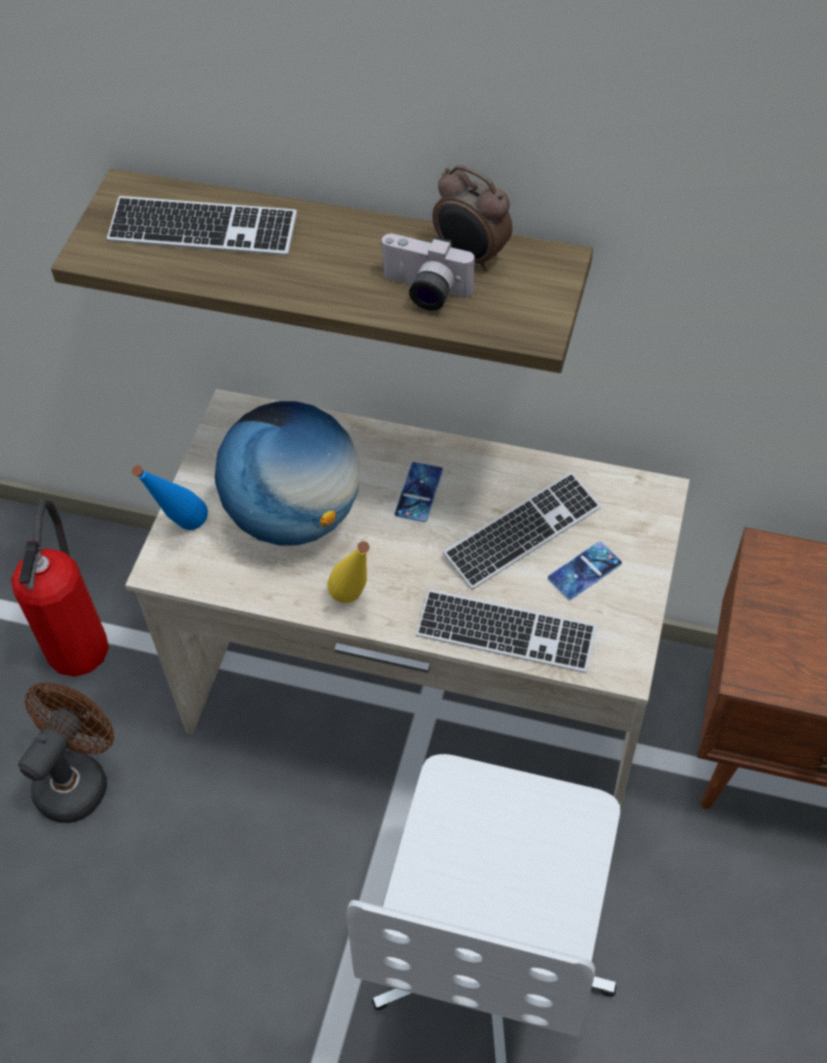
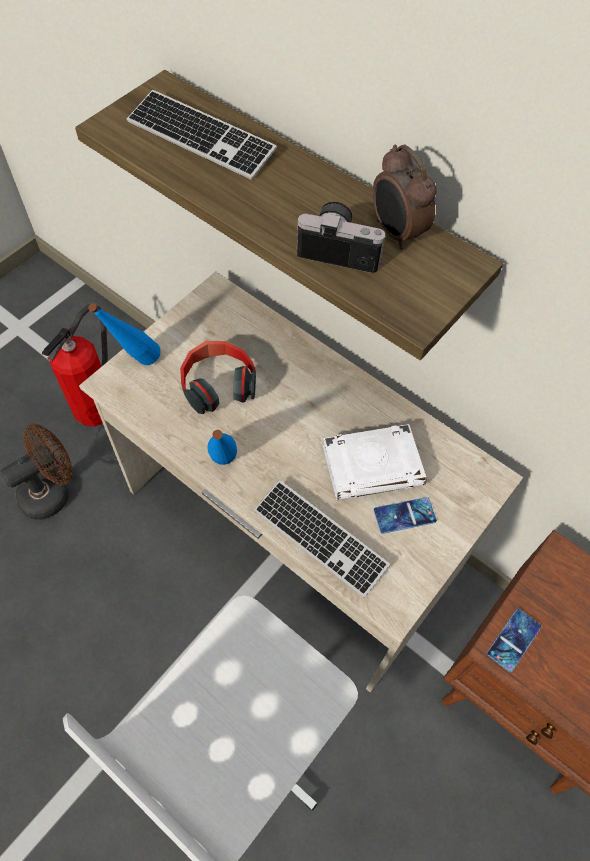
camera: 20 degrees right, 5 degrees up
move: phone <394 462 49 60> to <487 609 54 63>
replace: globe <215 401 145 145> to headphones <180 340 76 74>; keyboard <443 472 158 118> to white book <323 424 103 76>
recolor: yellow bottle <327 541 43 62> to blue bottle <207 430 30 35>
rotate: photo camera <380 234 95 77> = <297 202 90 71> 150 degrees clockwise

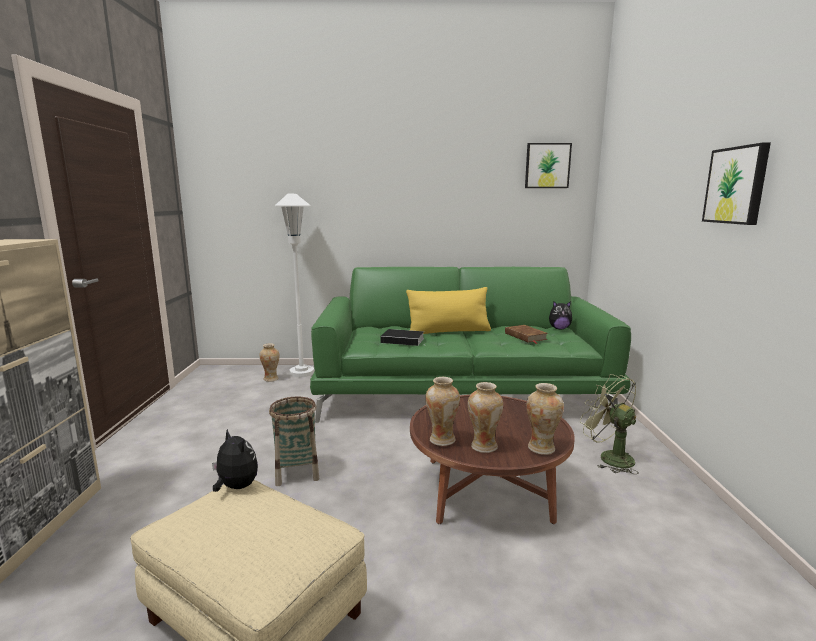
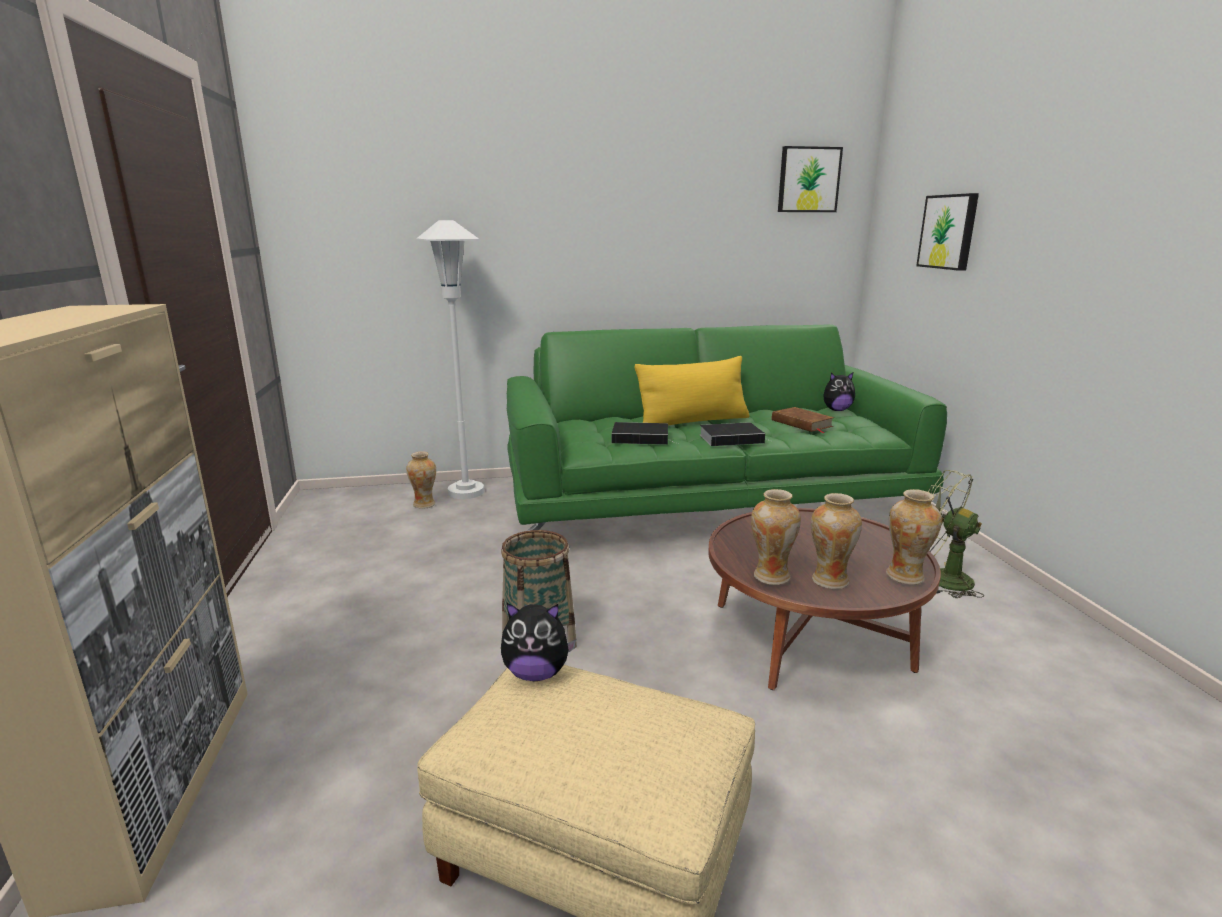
camera: 10 degrees left, 5 degrees up
insert: book <700 422 71 24>
move: picture <702 143 69 82> to <916 193 63 78>
rotate: plush toy <212 429 46 63> = <501 603 75 78> 150 degrees clockwise

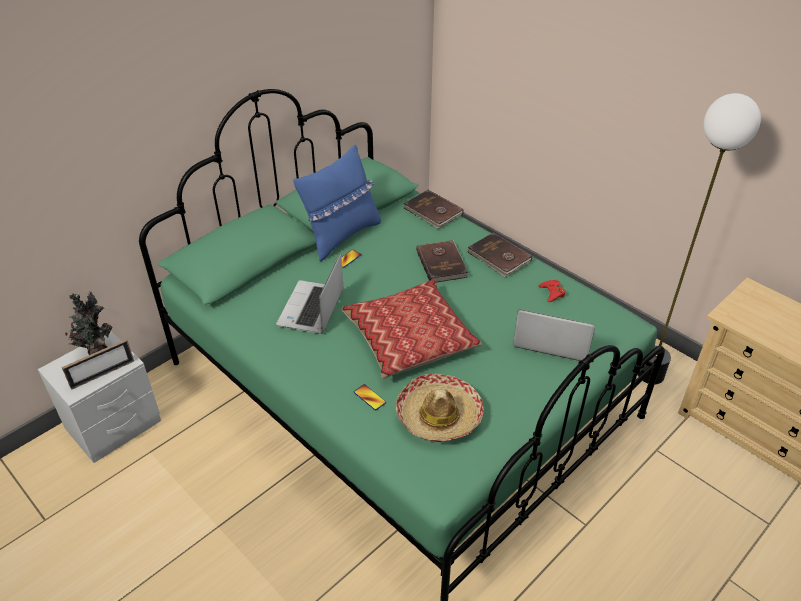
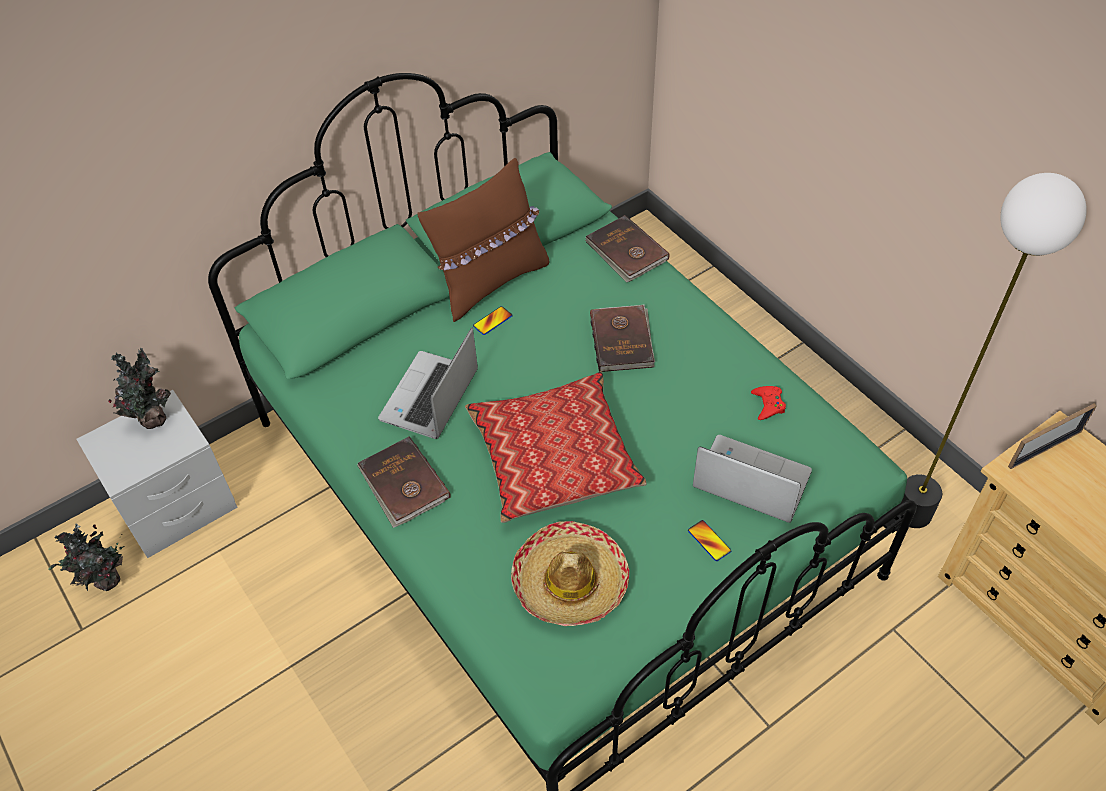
camera: 10 degrees right, 10 degrees up
insert: potted plant <48 524 76 67>
move: picture frame <62 339 72 51> to <1008 403 89 66>; phone <354 384 32 26> to <688 520 43 41>; brown book <467 232 65 45> to <357 436 94 92>
recolor: blue pillow <293 145 88 117> to brown pillow <417 158 132 164>

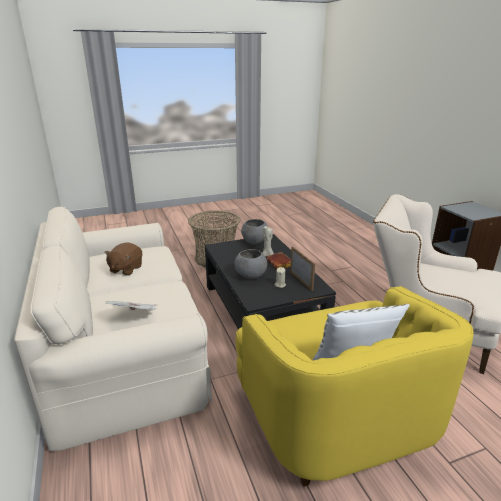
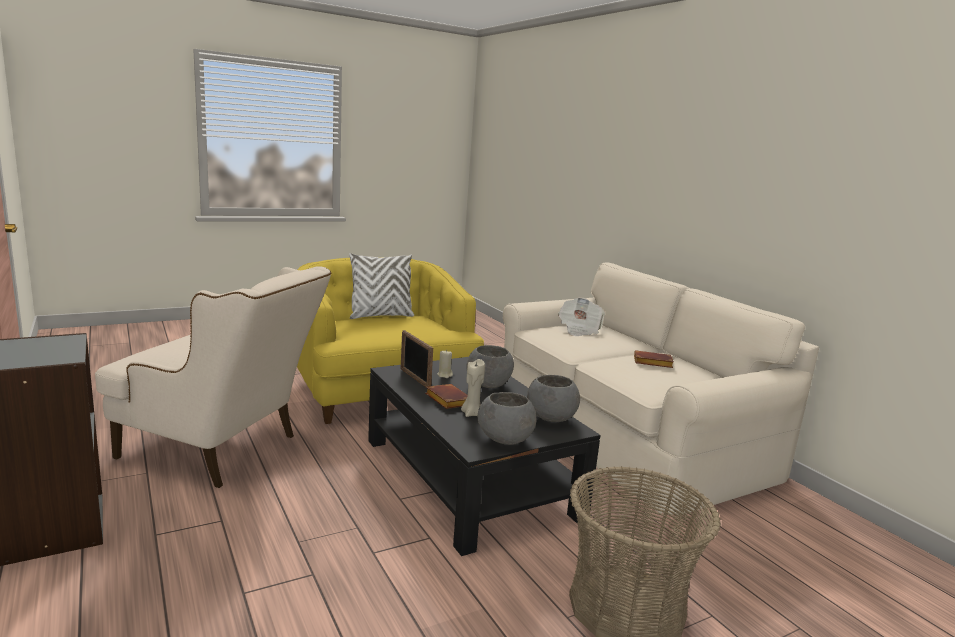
camera: 170 degrees right, 10 degrees down
insert: grey bowl <527 375 53 47>
replace: brown plush toy <104 242 38 34> to brown book <634 350 40 18>

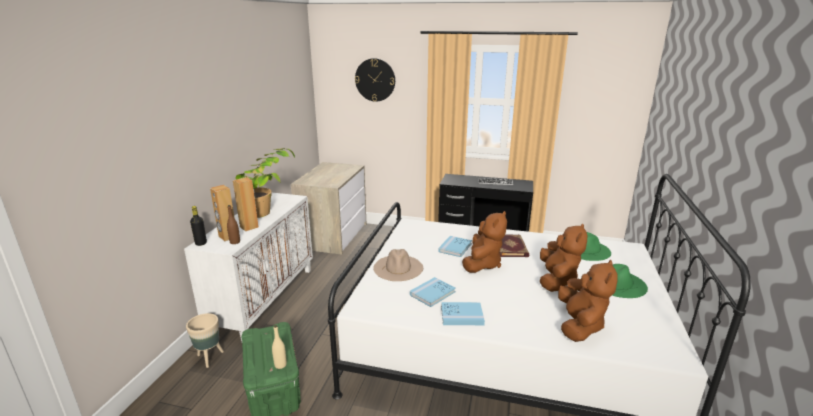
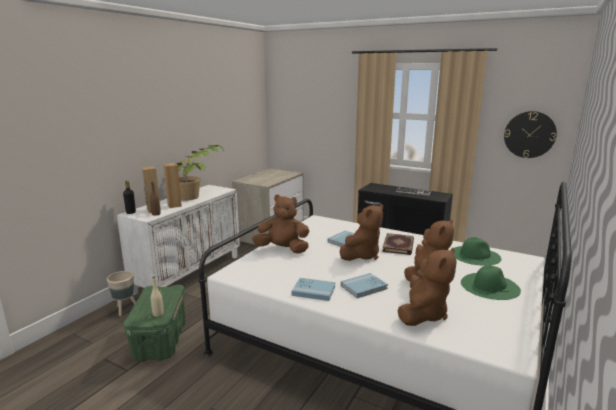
camera: 15 degrees right, 5 degrees down
move: wall clock <355 58 40 44> to <504 111 53 47>; blue book <410 277 46 30> to <341 273 47 25>
replace: beige hat <373 249 50 32> to brown plush toy <252 194 57 60>

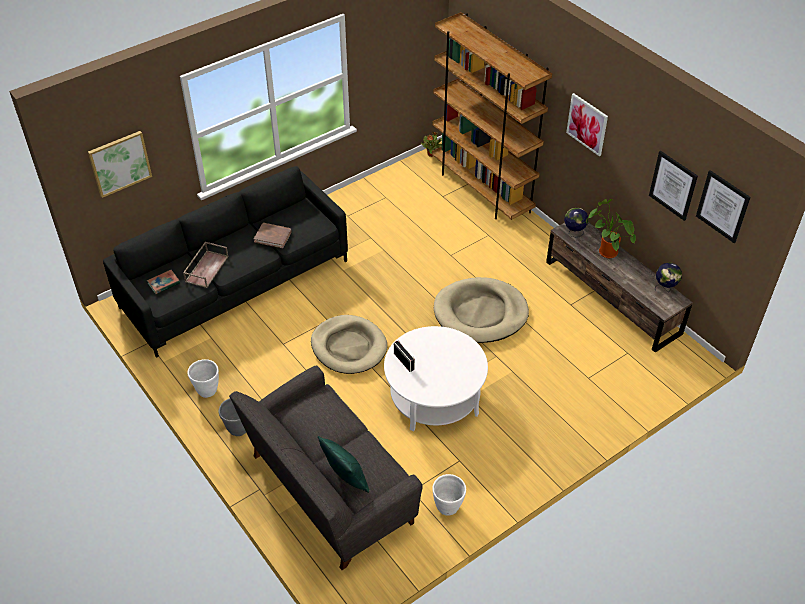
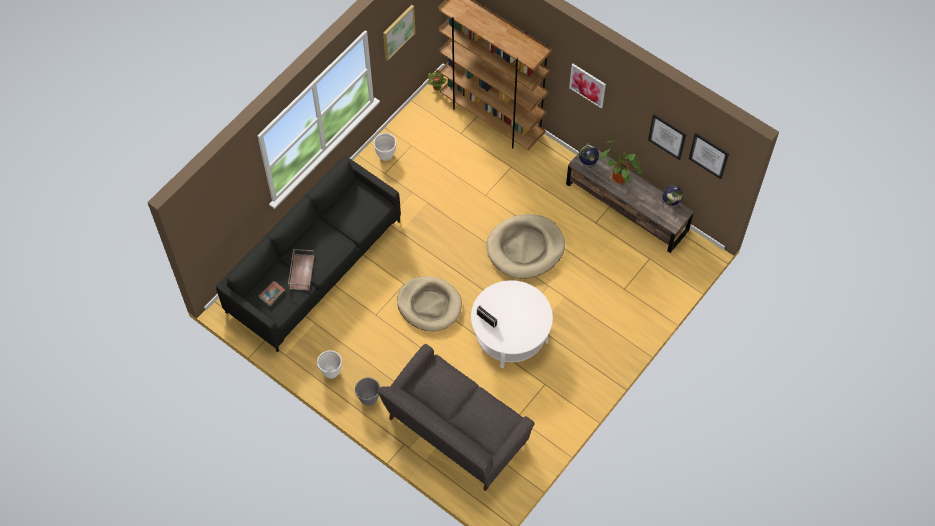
camera: 15 degrees left, 15 degrees up
delete: brown book <254 223 38 25>; green pillow <318 436 51 57>
move: picture <88 131 64 67> to <383 5 33 56>; white planter <432 474 34 41> to <374 133 23 28>

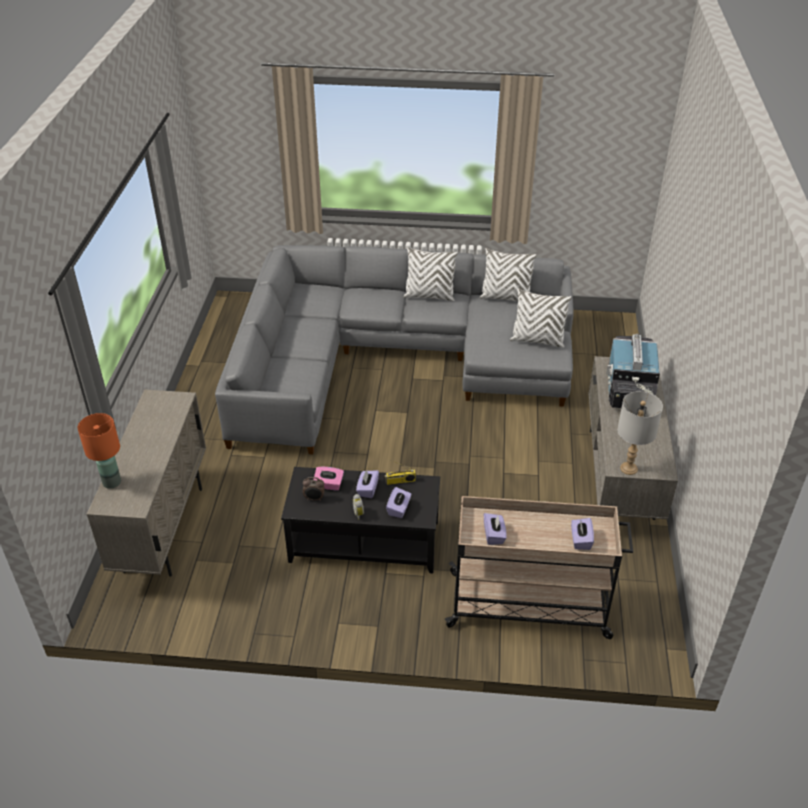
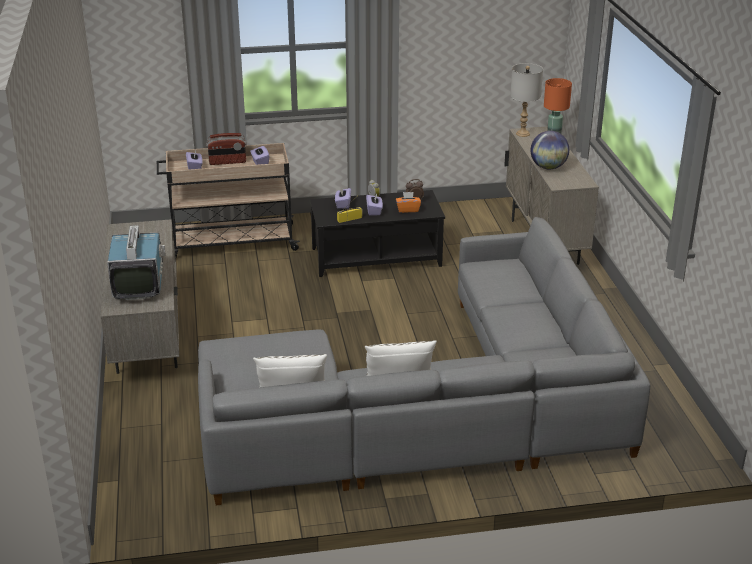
camera: 165 degrees right, 10 degrees down
delete: white pillow <510 289 61 59>
insert: radio <206 133 41 32>; globe <530 131 39 38>
move: grey table lamp <617 391 46 84> to <510 63 33 74>
recolor: pink tissue box <313 467 31 24> to orange tissue box <396 192 25 21>

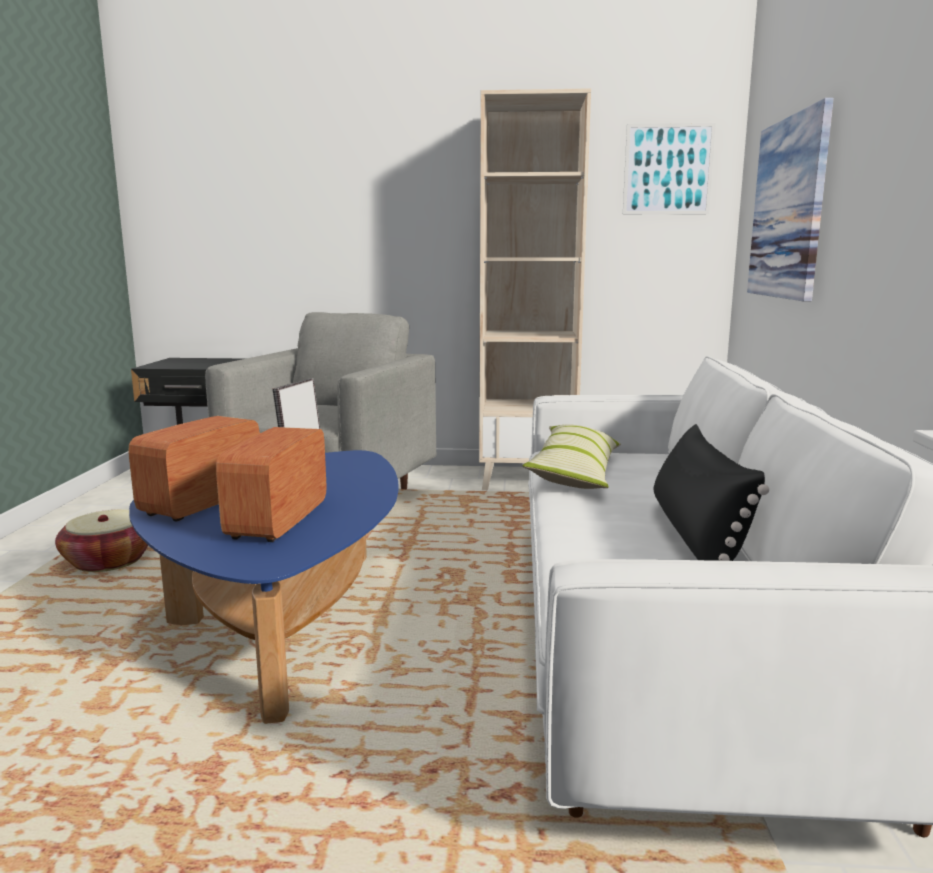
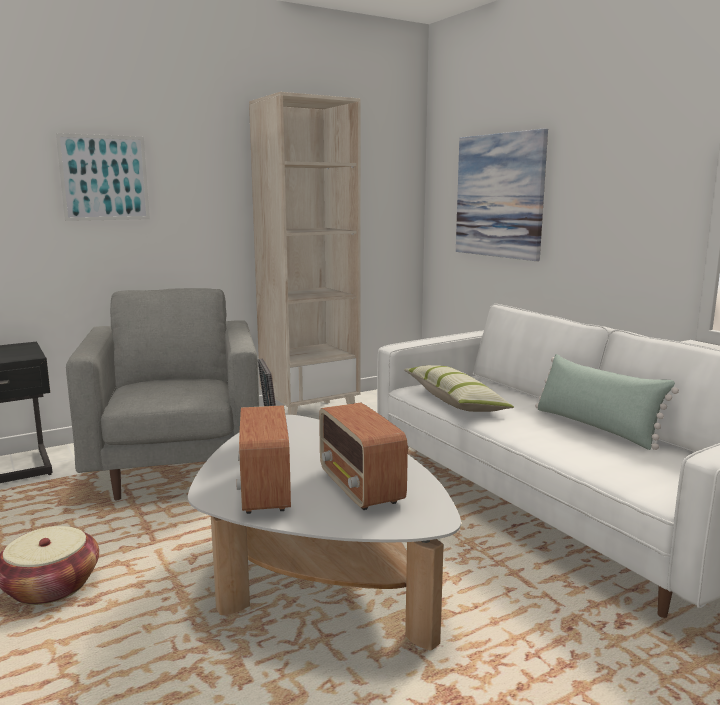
camera: 35 degrees left, 0 degrees up
move: picture <623 123 93 92> to <56 133 94 88>
recolor: blue coffee table <129 450 270 274> to white coffee table <188 415 273 236>; black pillow <654 424 115 137> to green pillow <535 354 144 96>

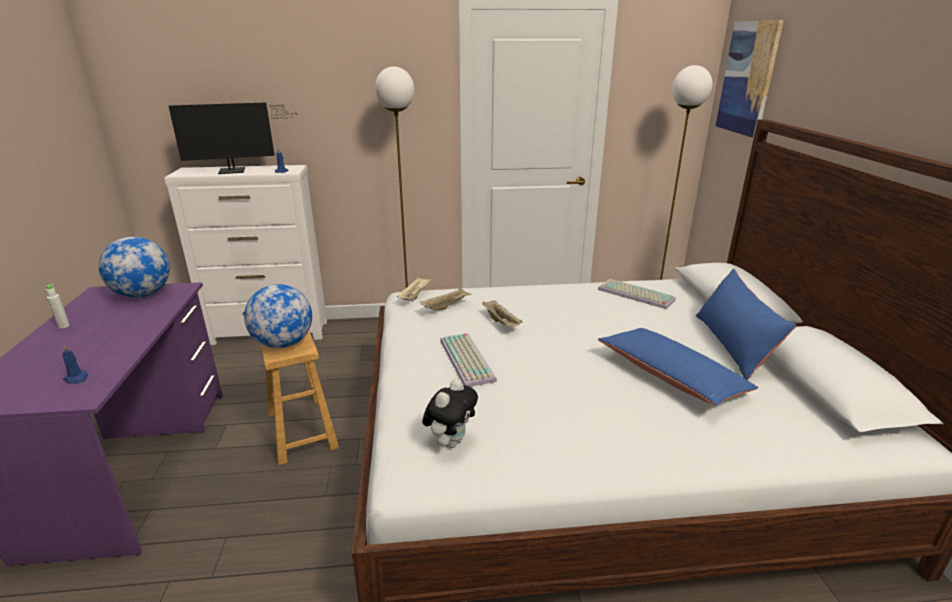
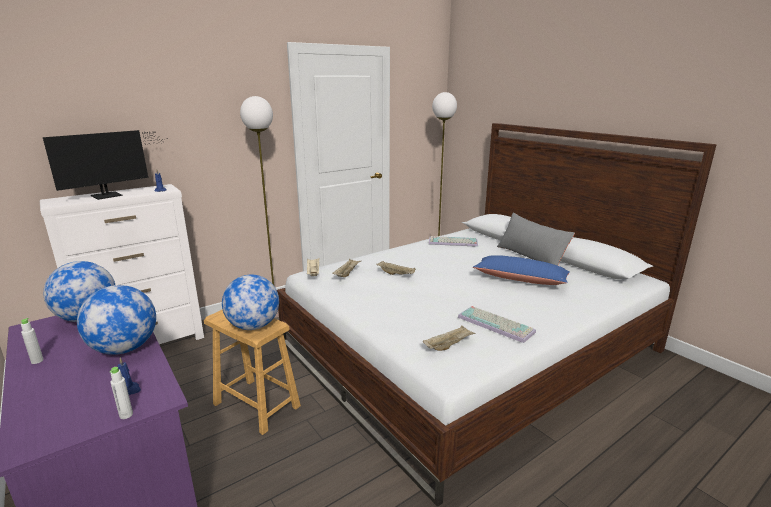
camera: 30 degrees left, 5 degrees down
delete: picture <716 20 68 118>
insert: globe <77 285 79 70>; white bottle <110 367 23 52>
move: keyboard <440 333 57 54> to <458 306 78 37>
replace: plush toy <422 379 56 69> to beige tray <423 325 53 26>
recolor: blue pillow <696 269 100 111> to grey pillow <497 212 78 54>

